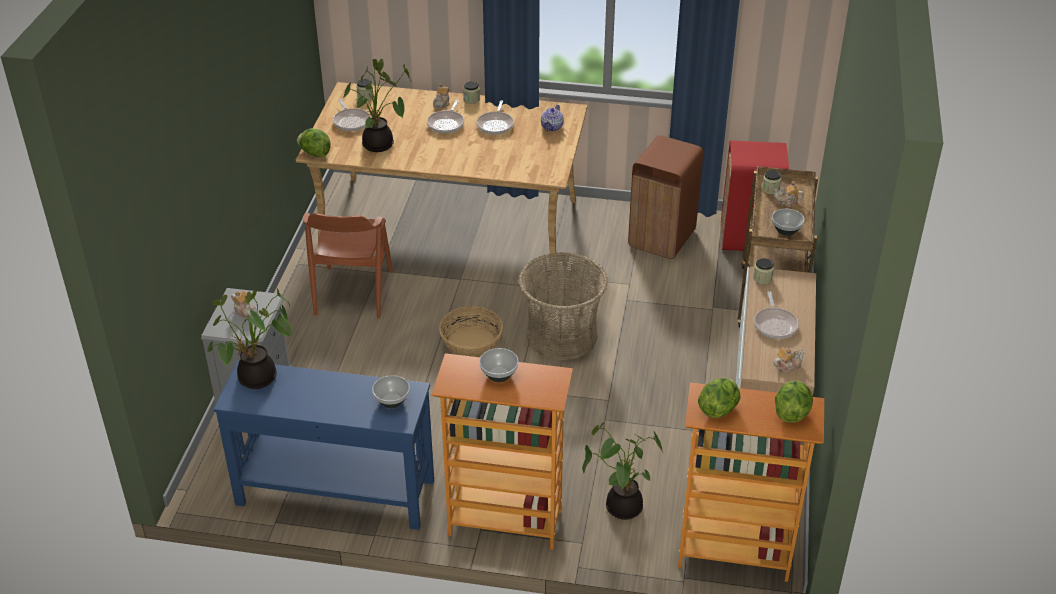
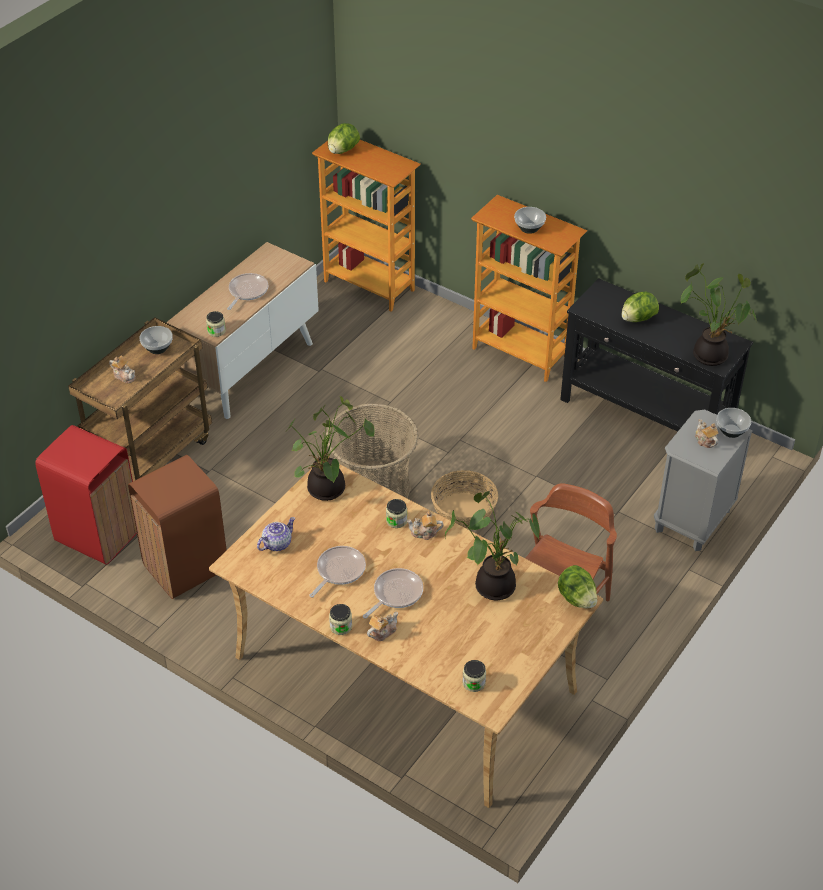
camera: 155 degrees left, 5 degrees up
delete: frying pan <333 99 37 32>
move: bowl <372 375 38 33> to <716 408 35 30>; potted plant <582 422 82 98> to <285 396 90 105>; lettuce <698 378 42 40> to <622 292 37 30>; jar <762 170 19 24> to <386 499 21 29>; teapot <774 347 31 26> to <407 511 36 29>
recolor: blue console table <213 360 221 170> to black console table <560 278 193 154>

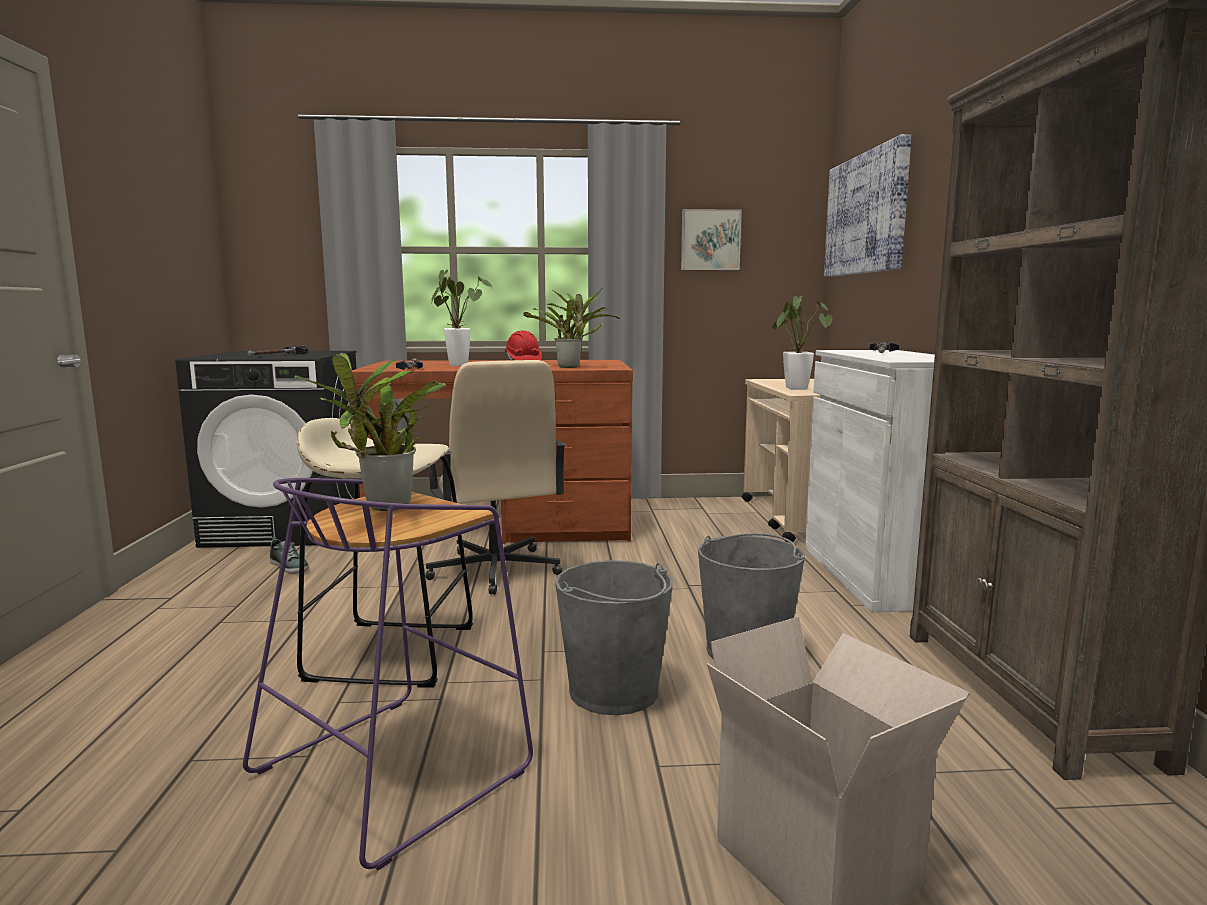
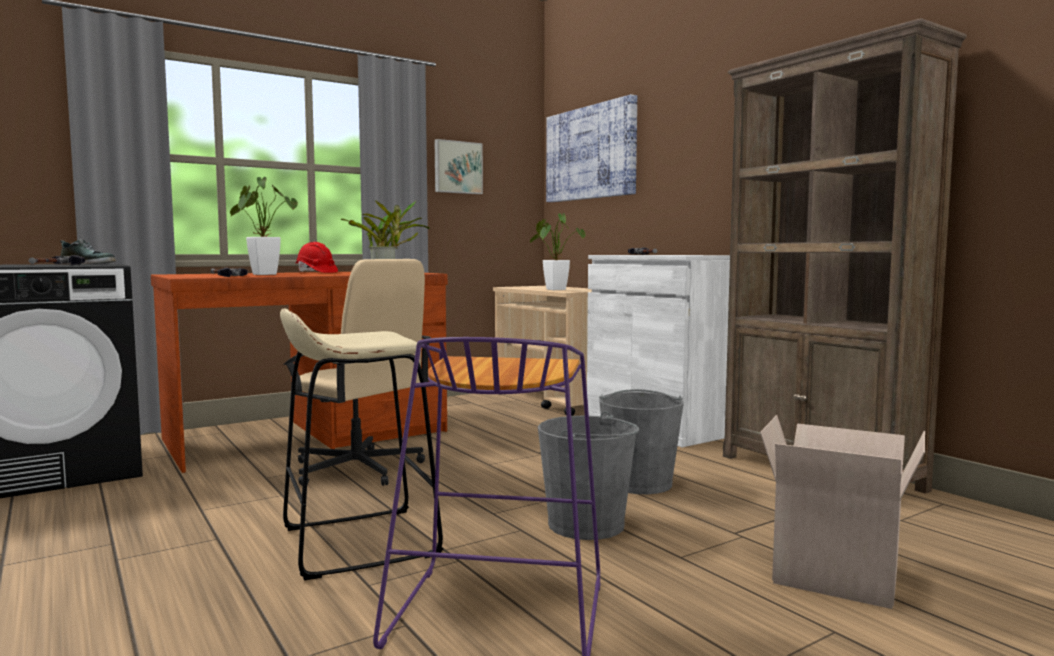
camera: 30 degrees left, 5 degrees down
delete: potted plant <294 353 153 158>
move: shoe <270 537 39 36> to <60 239 56 25>

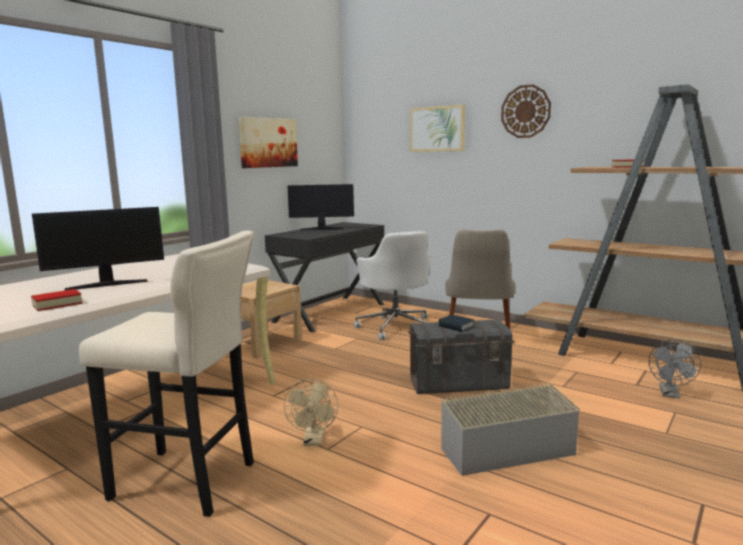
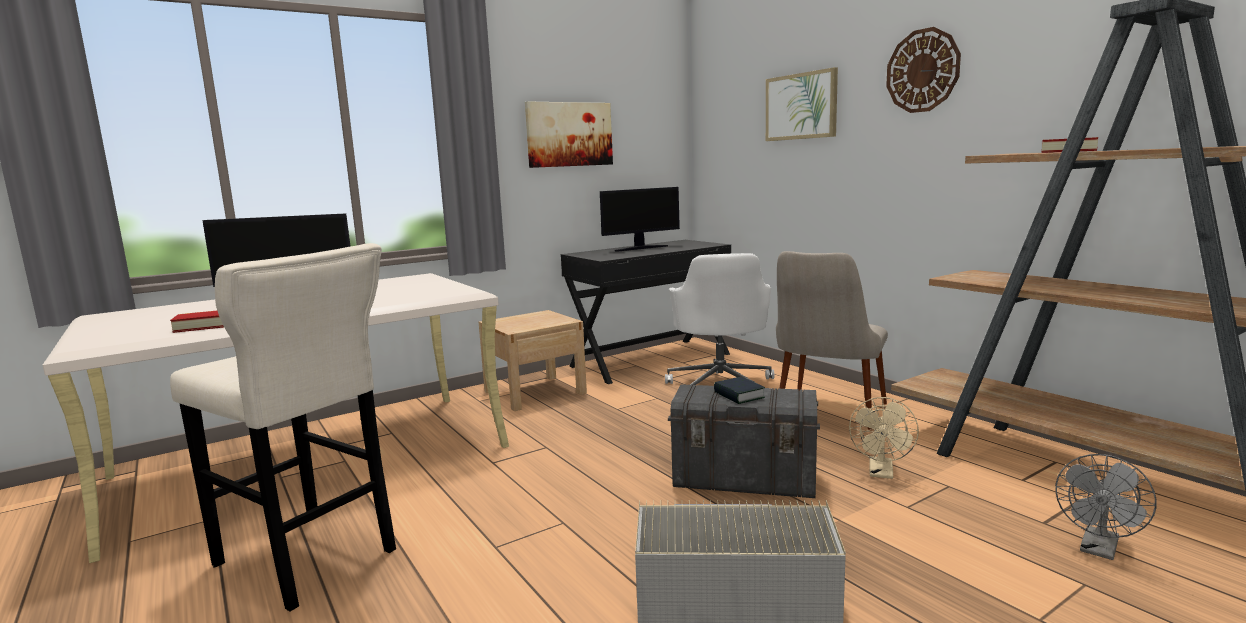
camera: 20 degrees right, 0 degrees up
move: beige fan <284 379 54 67> to <849 397 70 82>
rotate: monitor <288 184 66 46> = <600 187 80 65> 135 degrees clockwise

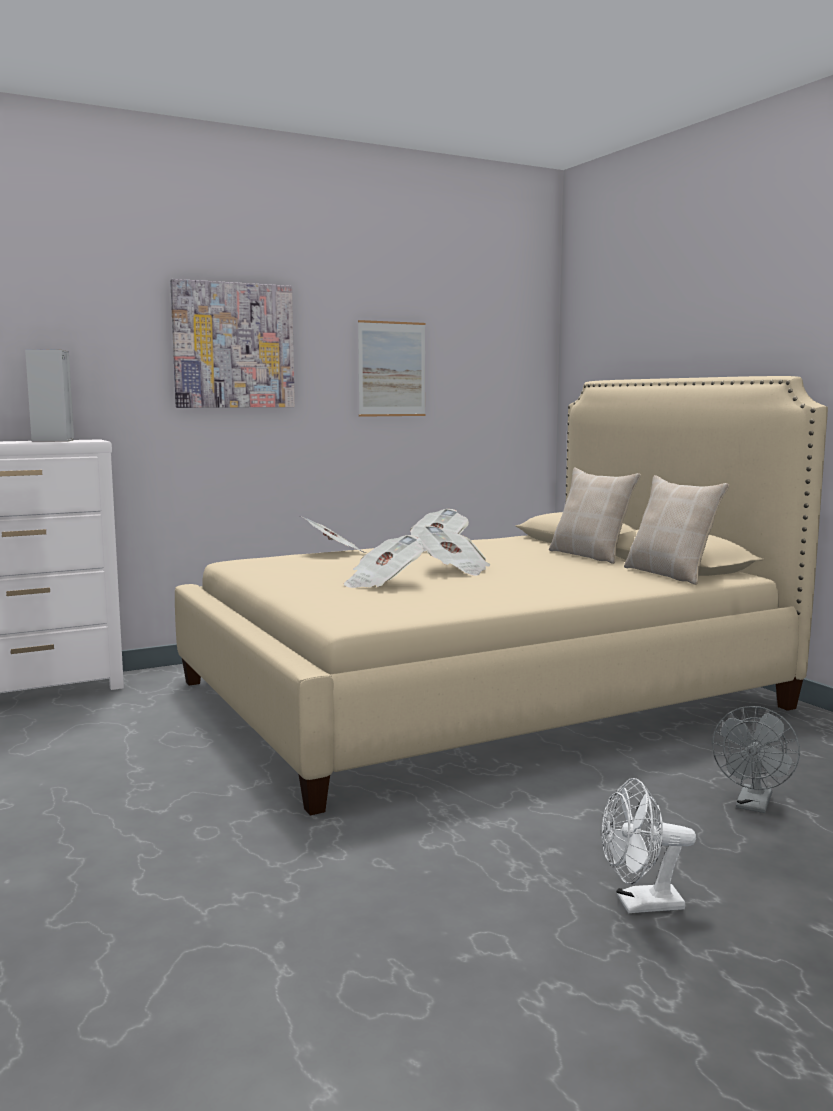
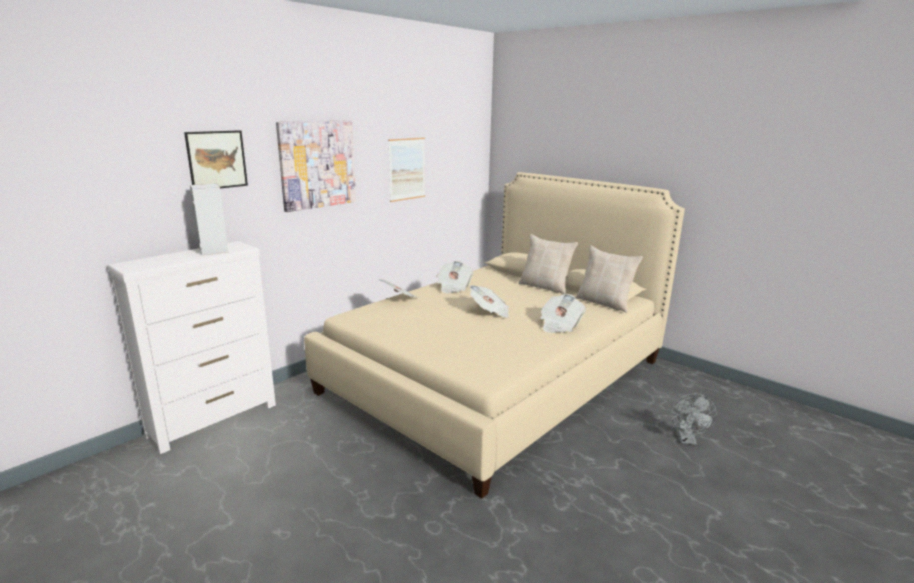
camera: 20 degrees left, 10 degrees up
delete: white fan <602 778 94 135>
insert: picture <184 130 64 58>
move: newspaper <344 535 79 53> to <540 294 46 39>

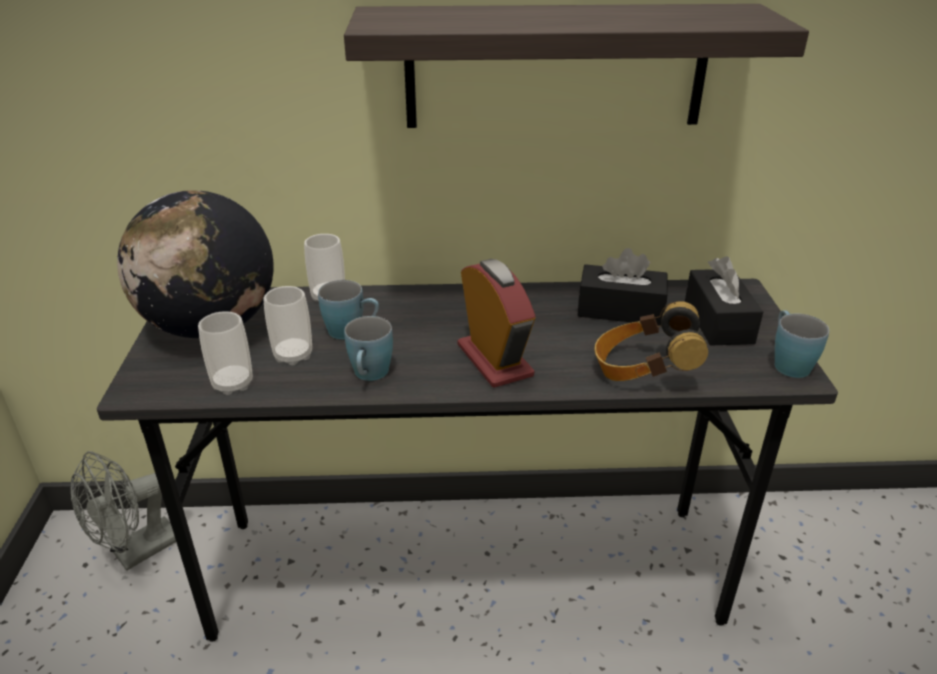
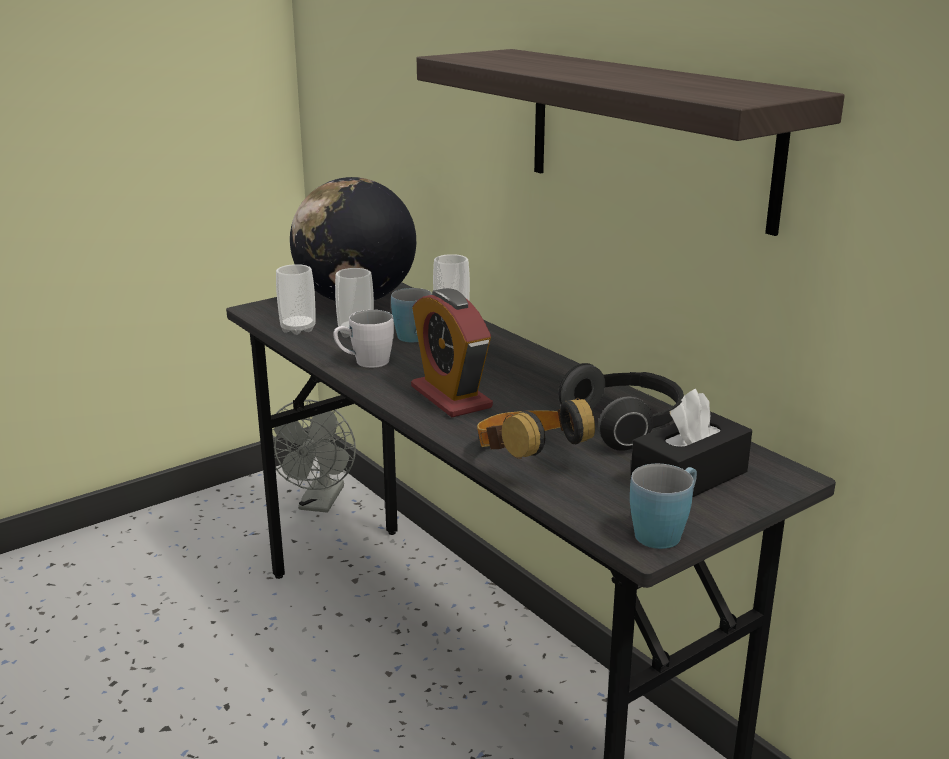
camera: 55 degrees right, 10 degrees down
replace: black tissue box <578 248 90 78> to headphones <558 363 126 88>
recolor: blue mug <344 316 49 65> to white mug <333 310 61 58>
rotate: grey fan <71 451 105 120> = <272 400 84 112> 90 degrees counterclockwise; alarm clock <458 259 78 129> = <411 288 82 129> 120 degrees clockwise

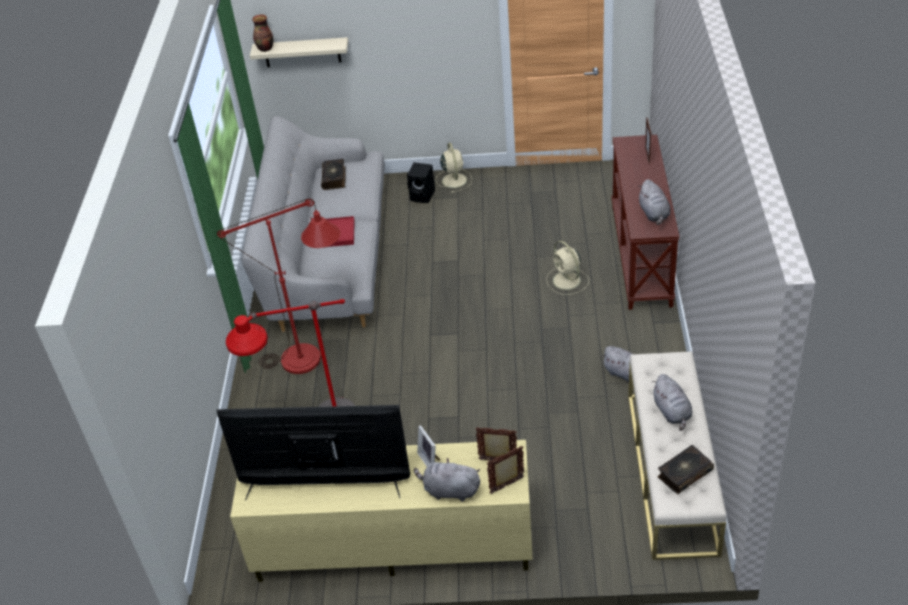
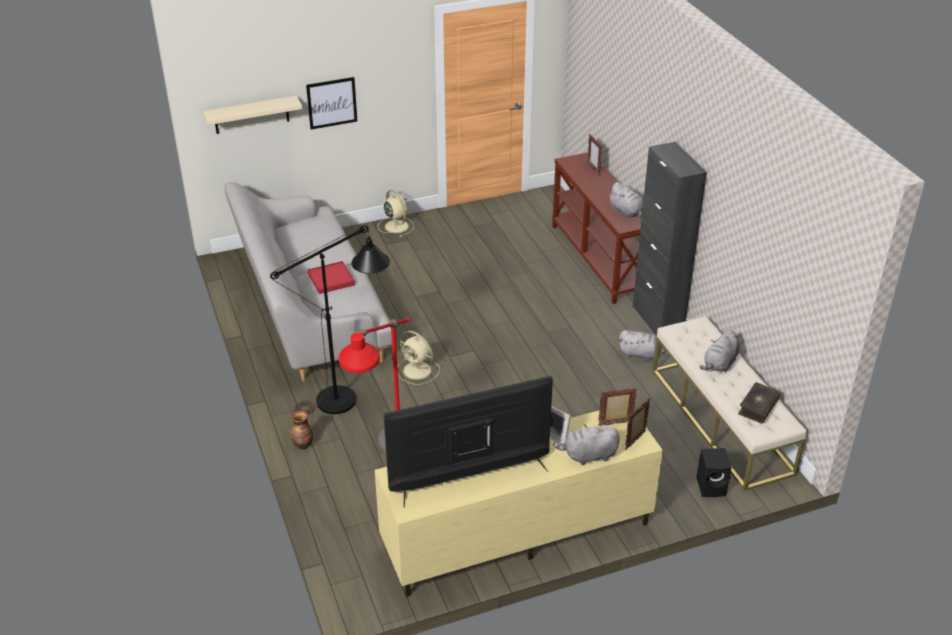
camera: 25 degrees left, 5 degrees down
delete: book <321 159 25 31>
insert: picture <306 77 51 52>; black cabinet <632 142 75 194>
move: vase <252 14 21 38> to <290 411 23 38>; black speaker <407 162 28 41> to <696 448 36 49>; beige fan <546 241 43 54> to <397 331 43 54>
recolor: red floor lamp <217 199 124 175> to black floor lamp <270 225 120 190>
rotate: grey plush toy <651 374 41 57> = <700 330 39 42> 75 degrees clockwise

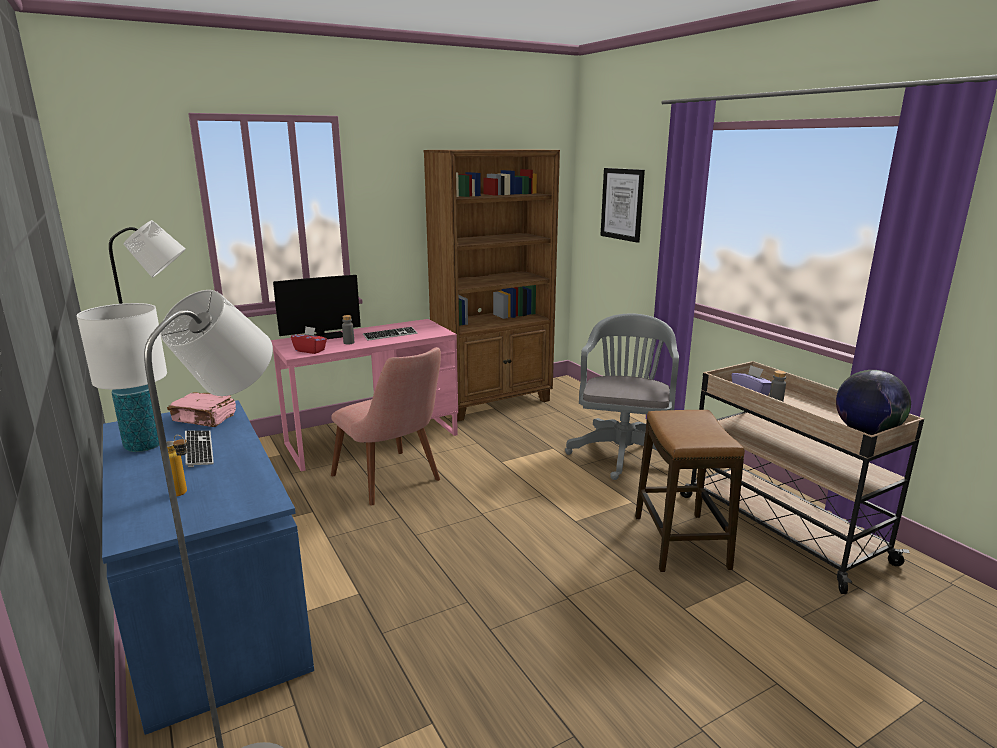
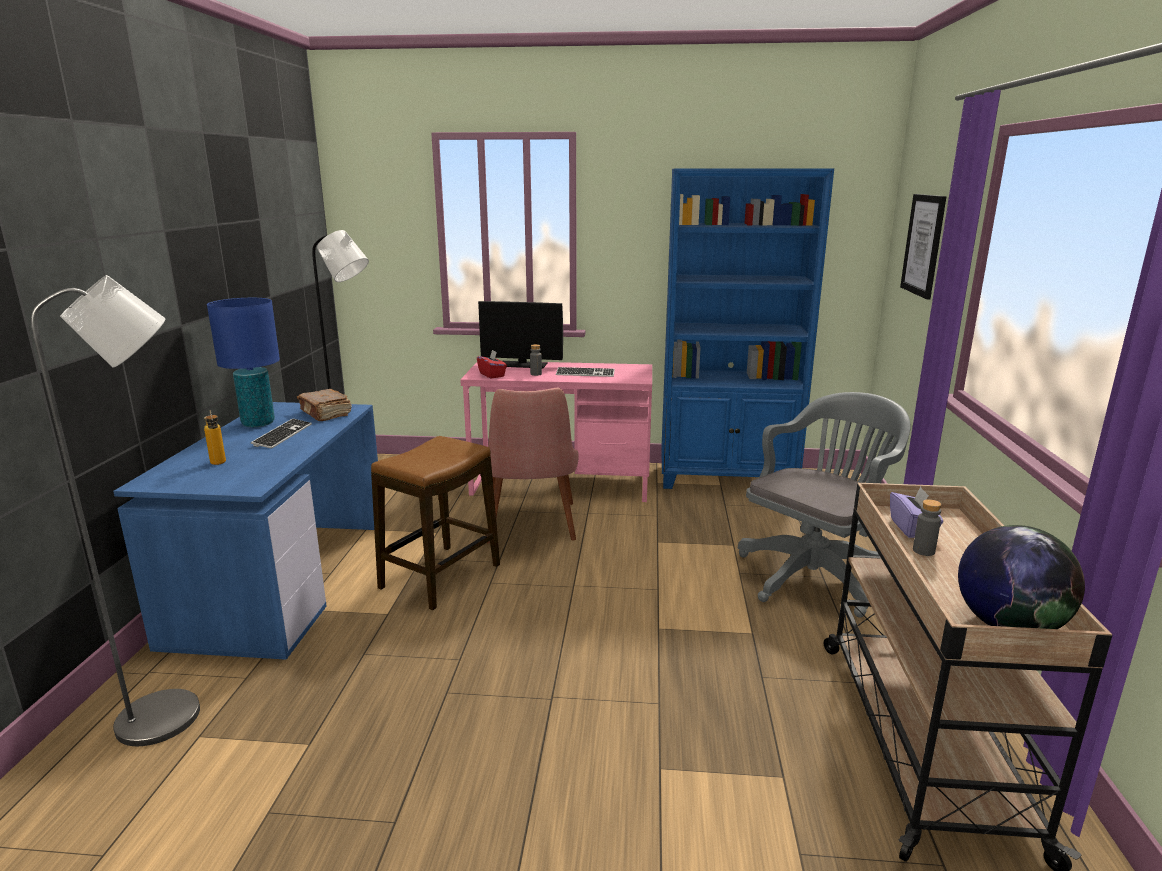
camera: 35 degrees right, 0 degrees up
move: stool <635 410 110 162> to <371 436 129 174>
recolor: white table lamp <76 303 91 149> to blue table lamp <207 298 73 129>; pink book <167 392 69 35> to brown book <297 389 55 32>; brown bookcase <424 149 136 273> to blue bookcase <661 168 173 321>

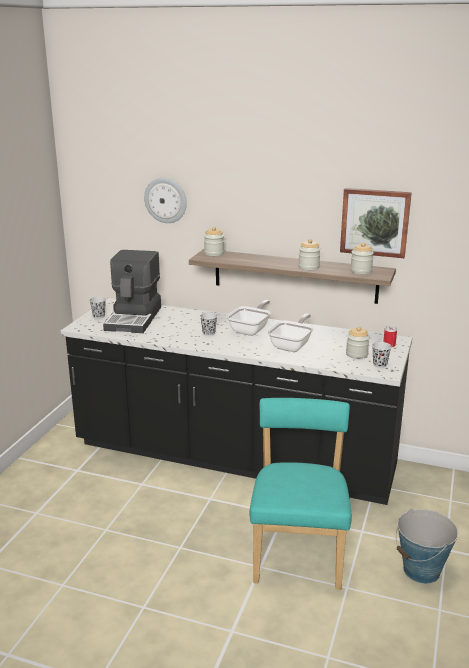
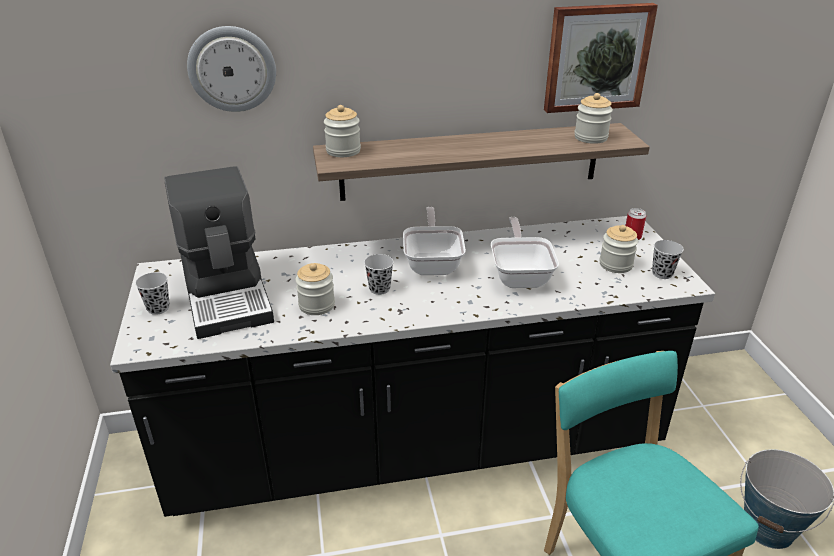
camera: 30 degrees left, 10 degrees up
move: jar <298 239 23 31> to <296 263 39 52>

